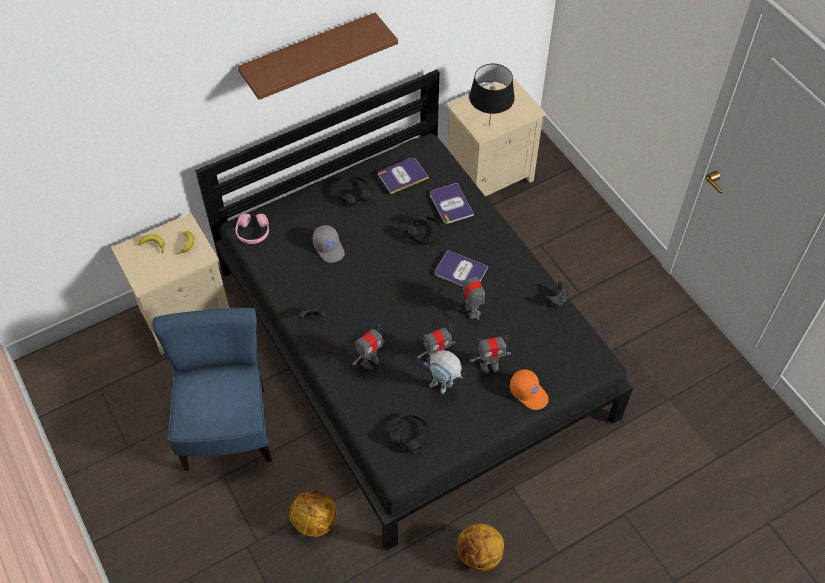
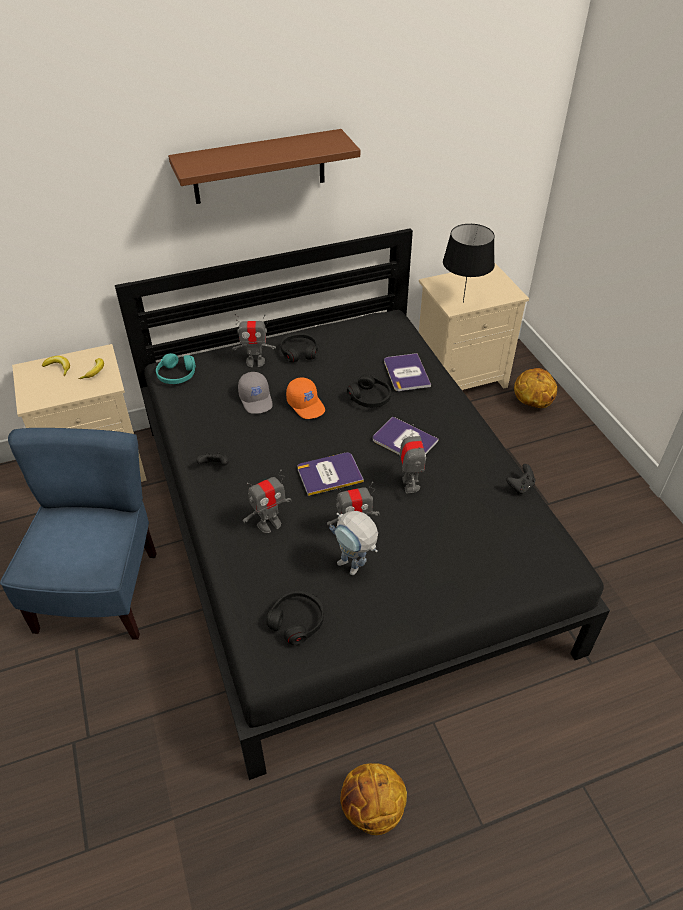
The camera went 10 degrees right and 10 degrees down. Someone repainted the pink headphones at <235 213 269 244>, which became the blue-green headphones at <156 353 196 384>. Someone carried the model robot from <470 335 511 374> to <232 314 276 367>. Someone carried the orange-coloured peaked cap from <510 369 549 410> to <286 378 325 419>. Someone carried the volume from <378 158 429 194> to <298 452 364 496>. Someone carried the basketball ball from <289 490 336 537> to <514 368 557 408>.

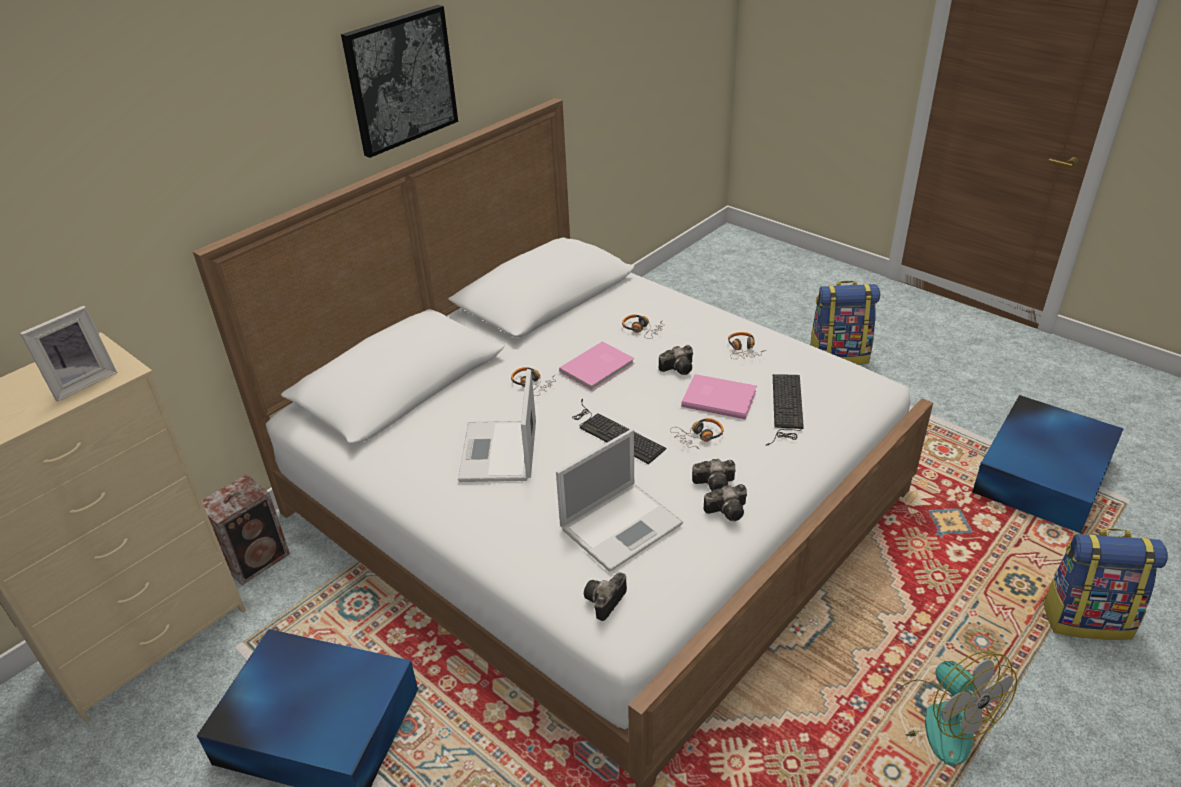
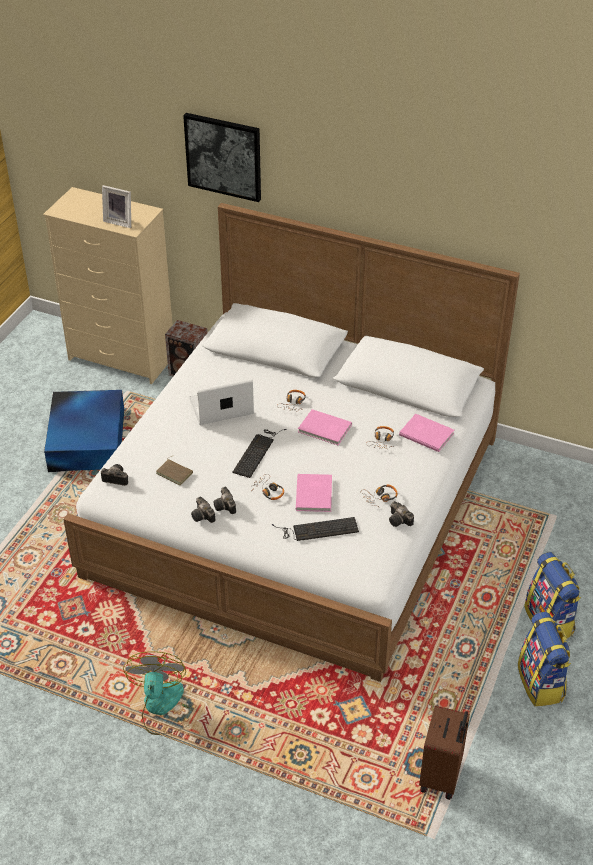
The camera went 70 degrees right and 5 degrees up. Someone rotated the electric fan at <884 652 1017 766> by 135 degrees clockwise. Someone swapped the laptop at <556 429 683 572> for the brownish volume at <156 456 193 485>. Someone carried the wall picture from <341 5 458 158> to <183 113 261 202>. Someone carried the photo camera from <659 345 693 375> to <389 501 414 527>. Someone put down the pink volume at <399 414 454 452>. Someone swapped the bluish storage bin at <972 395 1124 533> for the brownish travel case at <419 705 470 800>. Someone carried the backpack from <1043 528 1168 640> to <518 612 571 707>.

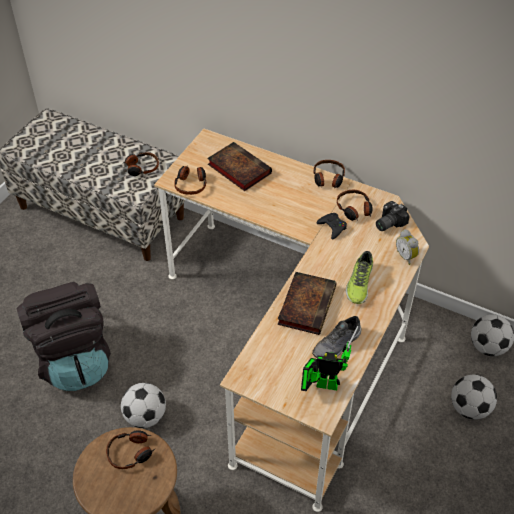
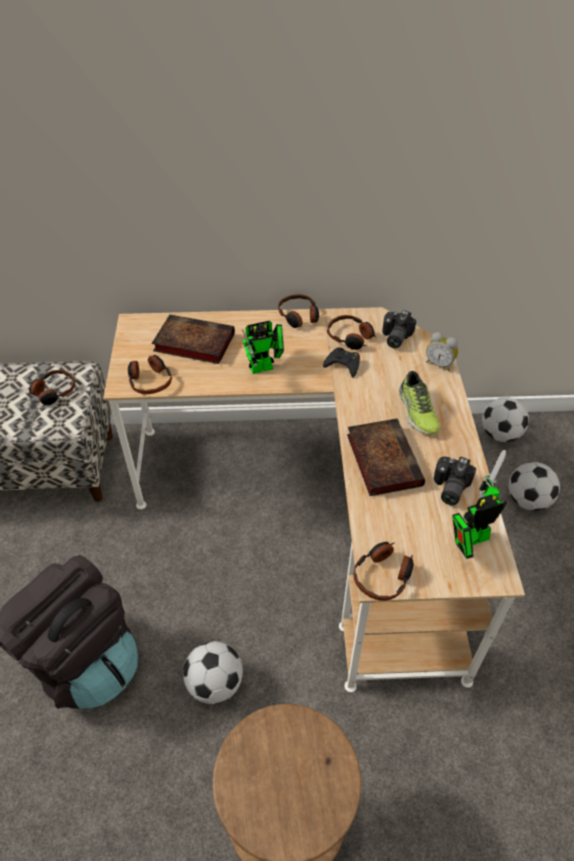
The camera went 30 degrees left and 0 degrees up. Someone put down the model robot at <242 321 284 374>. Someone carried the headphones from <106 430 156 469> to <354 542 414 601>. Someone swapped the grey low shoe at <312 316 362 358> for the photo camera at <434 456 476 505>.

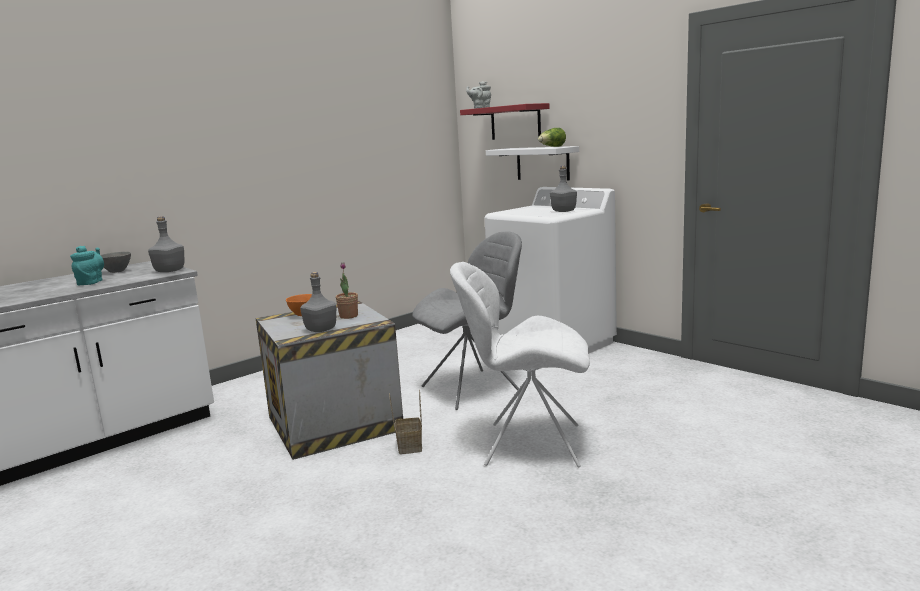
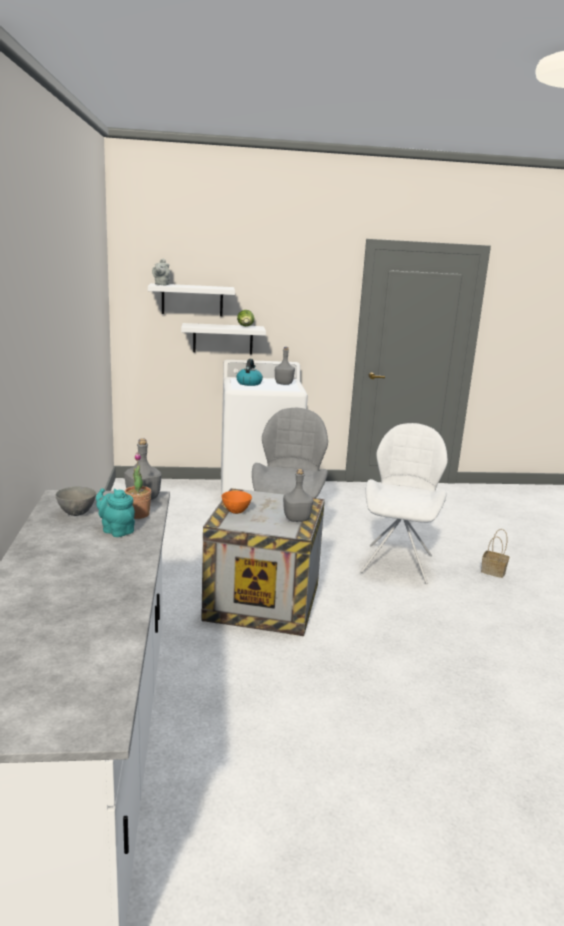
The camera went 55 degrees left and 5 degrees up. Someone carried the houseplant from <336 262 358 319> to <125 453 151 519>. Someone repainted the red-coloured shelf at <460 103 550 140>, which became the white-coloured shelf at <148 283 235 316>. Someone put down the kettle at <236 359 263 386>. Someone rotated the white-coloured plain chair at <450 262 590 468> by 150 degrees clockwise. Someone carried the household basket from <389 390 422 454> to <481 529 509 578>.

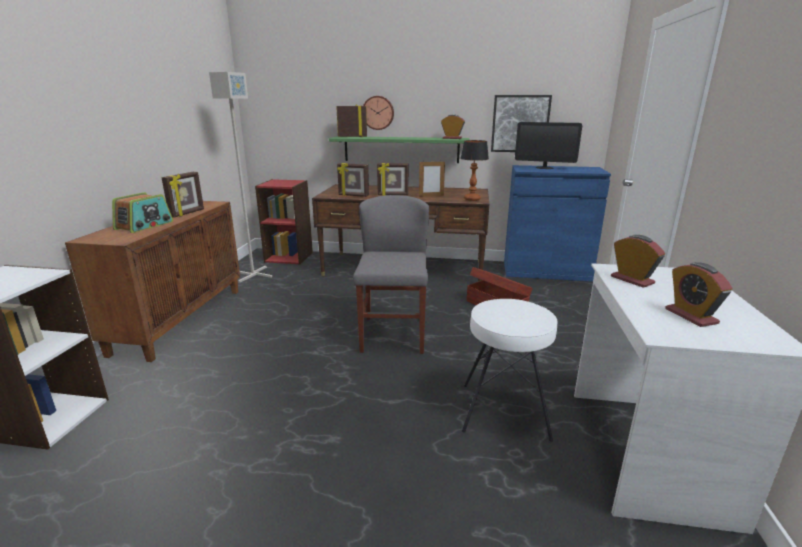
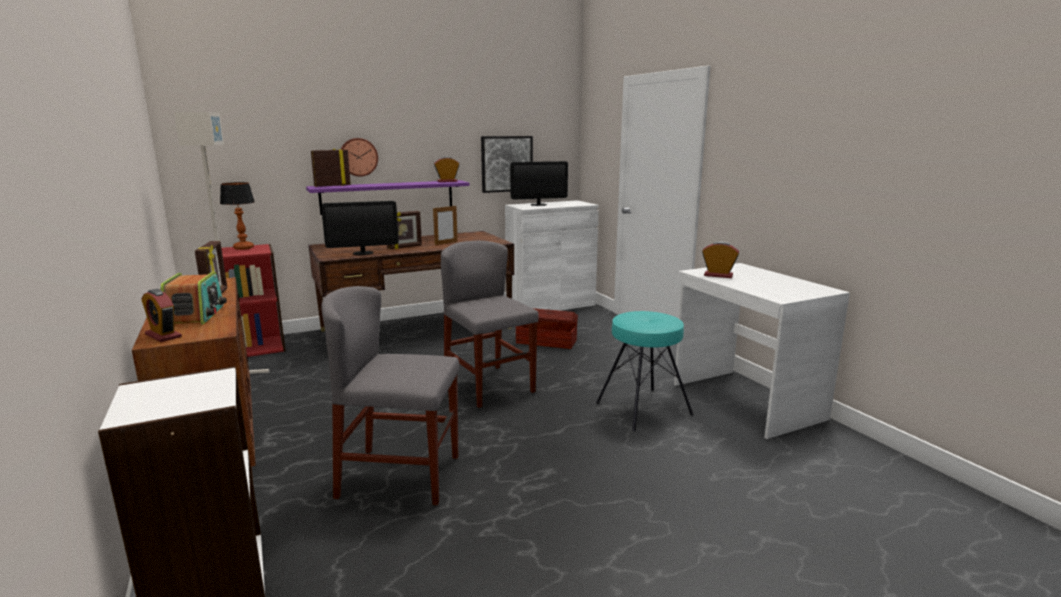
The camera went 35 degrees left and 5 degrees down. Someone carried the table clock from <665 262 733 327> to <142 289 182 342>. Someone carried the lamp for a table from <460 140 489 201> to <220 182 255 250>. Someone repainted the greenish shelf at <329 136 469 163>, which became the purplish shelf at <306 180 470 215>. Someone swapped the picture frame at <337 163 369 197> for the monitor at <321 201 398 255>. Someone put down the grey plain chair at <321 286 460 505>. Someone repainted the bluish cabinet at <504 165 611 282>, which became the white-coloured cabinet at <505 200 599 311>. Someone repainted the white-coloured sitting stool at <462 299 558 442>, which became the blue-green sitting stool at <596 311 693 431>.

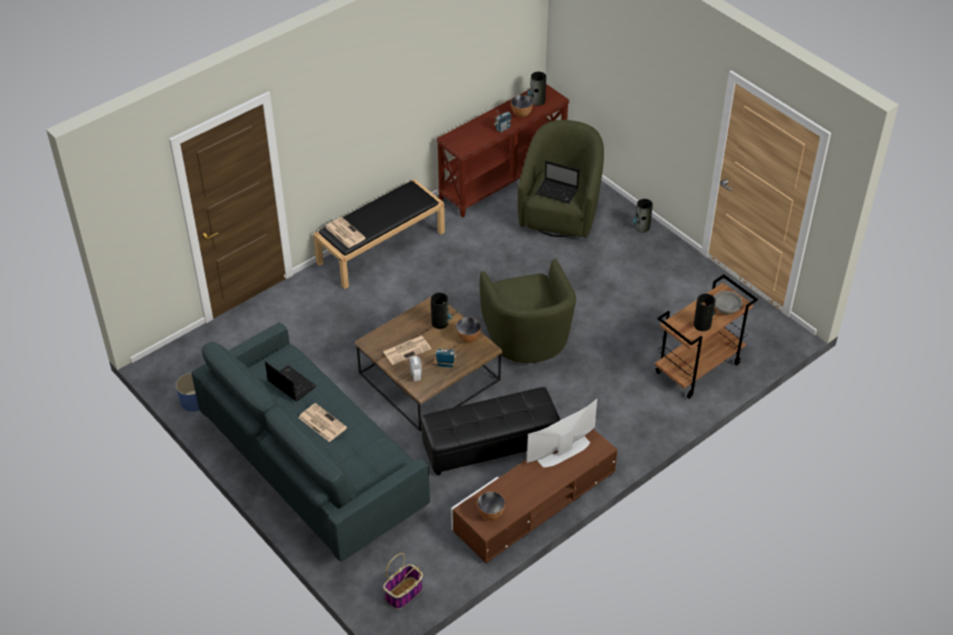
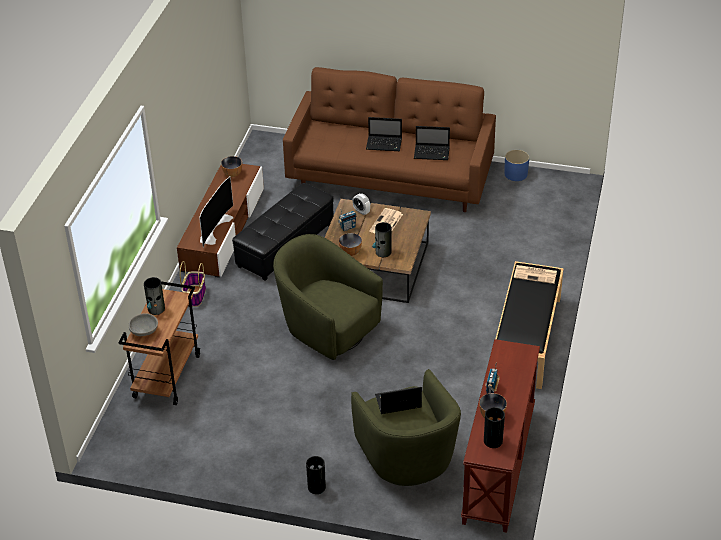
The camera went 145 degrees right and 5 degrees down. Someone carried the household basket from <383 553 423 609> to <180 261 206 307>. Someone repainted the grey settee at <191 323 430 562>, which became the brownish settee at <283 67 496 212>. Someone swapped the printed paper at <299 403 347 442> for the laptop at <366 117 402 151>.

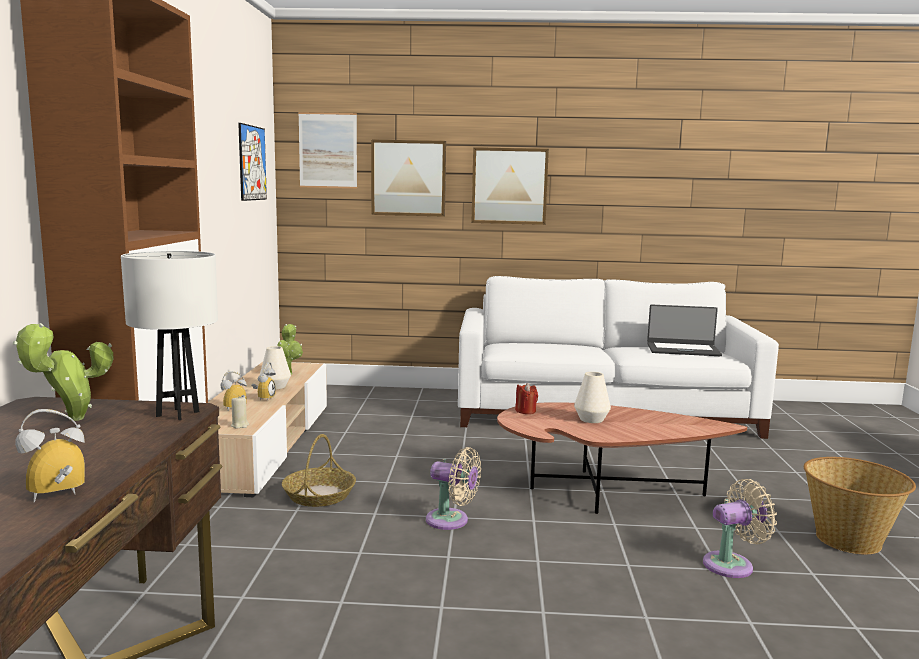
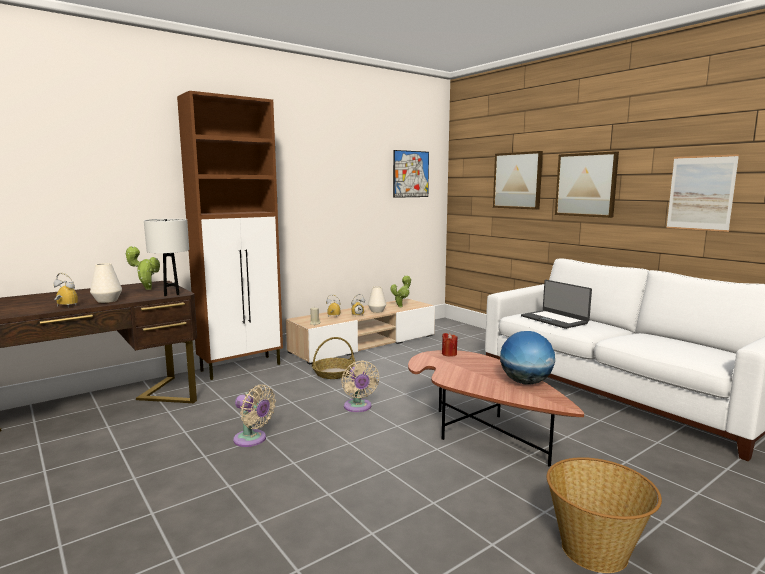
The camera went 50 degrees right and 0 degrees up. Someone carried the white-coloured decorative vase from <574 372 611 423> to <90 263 122 303>. Someone carried the beige electric fan from <703 479 777 578> to <233 385 276 447>. Someone put down the world globe at <500 331 555 384>. Someone carried the laptop from <647 305 722 356> to <521 280 592 329>. Someone carried the wall picture from <298 112 357 188> to <666 154 739 232>.

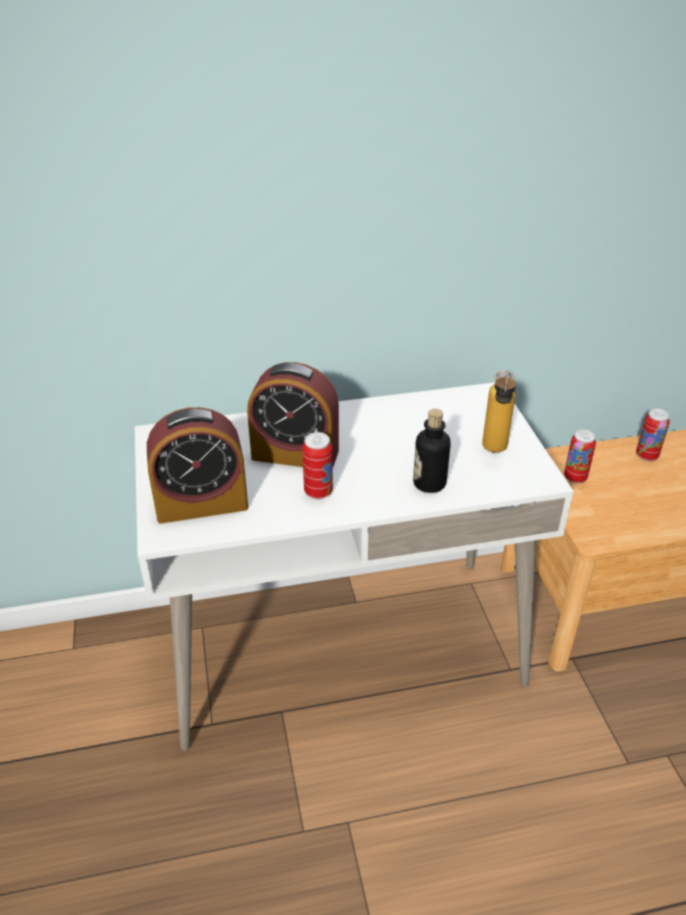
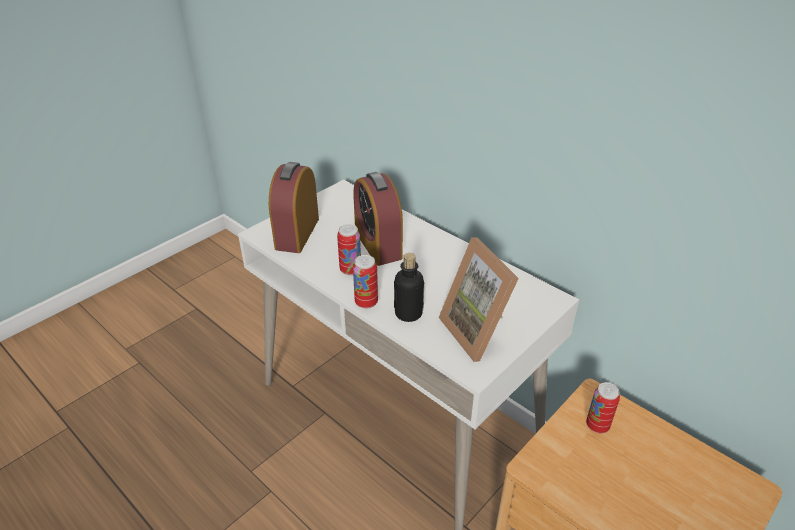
The camera went 55 degrees right and 0 degrees up. Someone rotated the table clock at <147 407 248 524> by 60 degrees clockwise. Someone carried the sealed can from <636 408 670 461> to <353 255 378 309>. Someone swapped the beverage bottle at <482 370 516 453> for the picture frame at <439 237 519 362>.

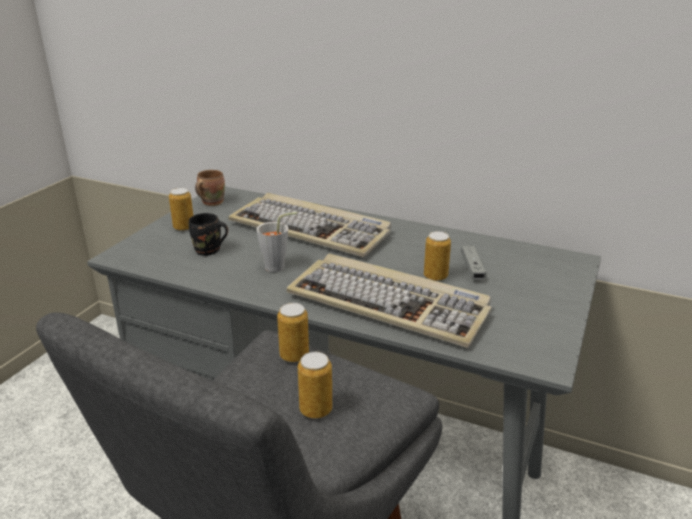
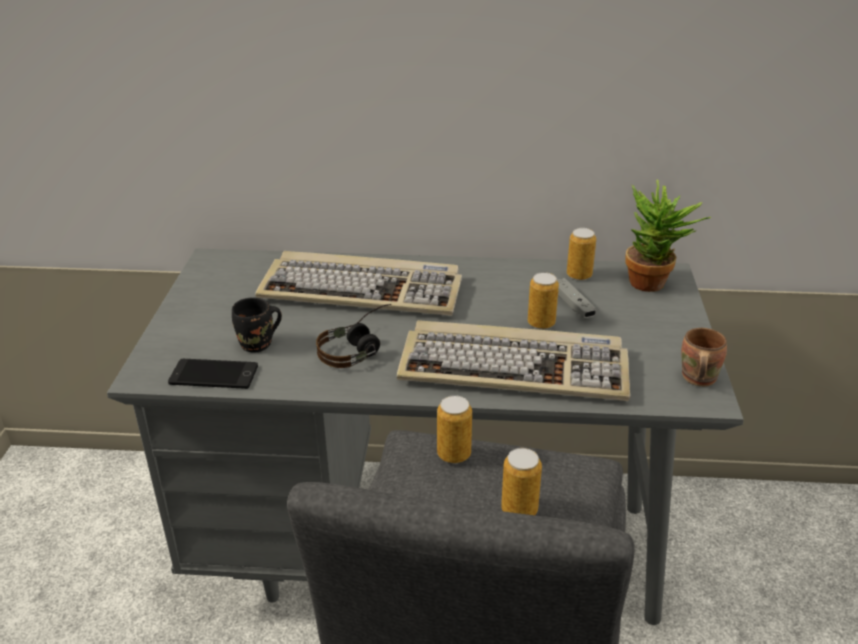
The camera went 20 degrees left and 5 degrees up. Someone put down the phone at <168 359 258 389>. Someone swapped the grey small cup at <257 212 297 272> for the headphones at <316 304 391 368>. Someone carried the sealed can from <169 188 193 231> to <567 228 596 281>. Someone put down the houseplant at <625 179 711 292>. Someone carried the brownish tea mug from <195 170 225 206> to <682 328 727 386>.

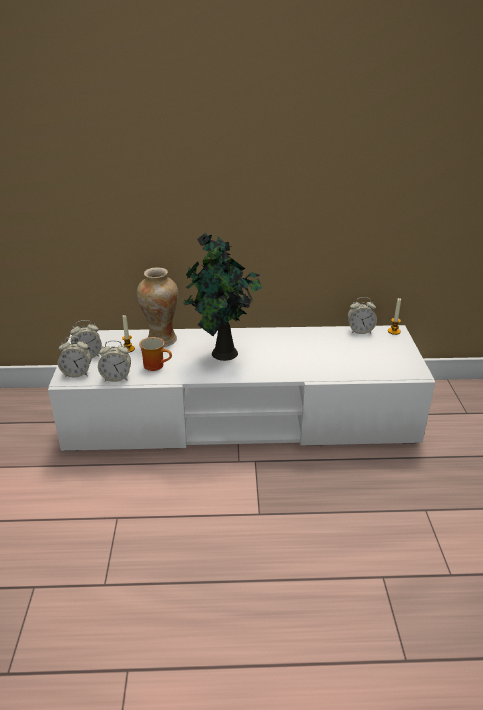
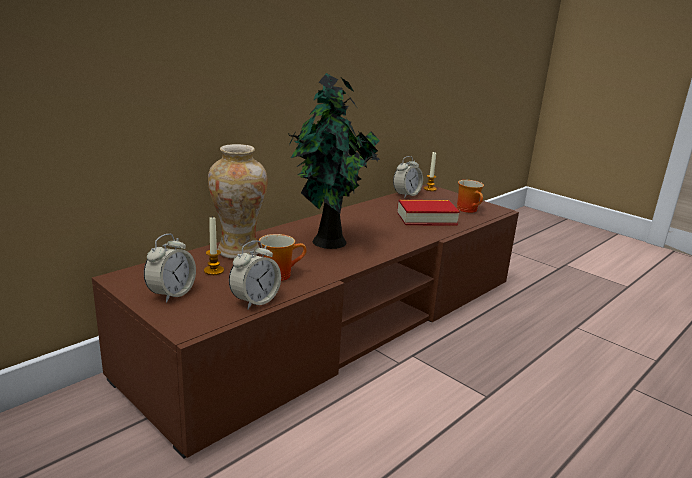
The camera went 45 degrees left and 10 degrees down. Someone repainted the white-coloured tv stand at <48 325 435 451>, which became the brownish tv stand at <92 184 519 459>. Someone put down the volume at <397 200 460 225>. Someone put down the tea mug at <457 180 484 213>. Someone took away the table clock at <58 336 91 378>.

